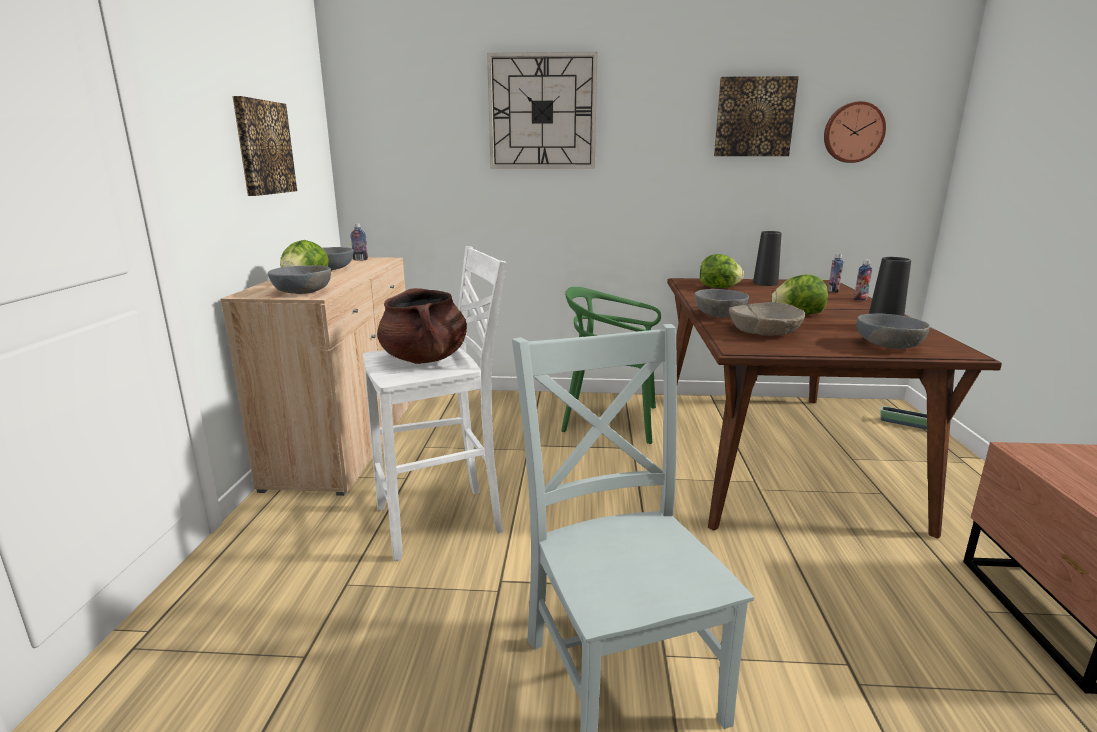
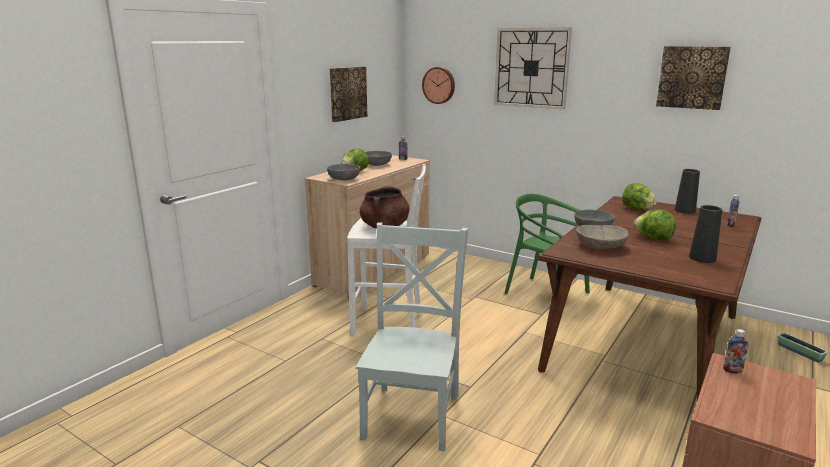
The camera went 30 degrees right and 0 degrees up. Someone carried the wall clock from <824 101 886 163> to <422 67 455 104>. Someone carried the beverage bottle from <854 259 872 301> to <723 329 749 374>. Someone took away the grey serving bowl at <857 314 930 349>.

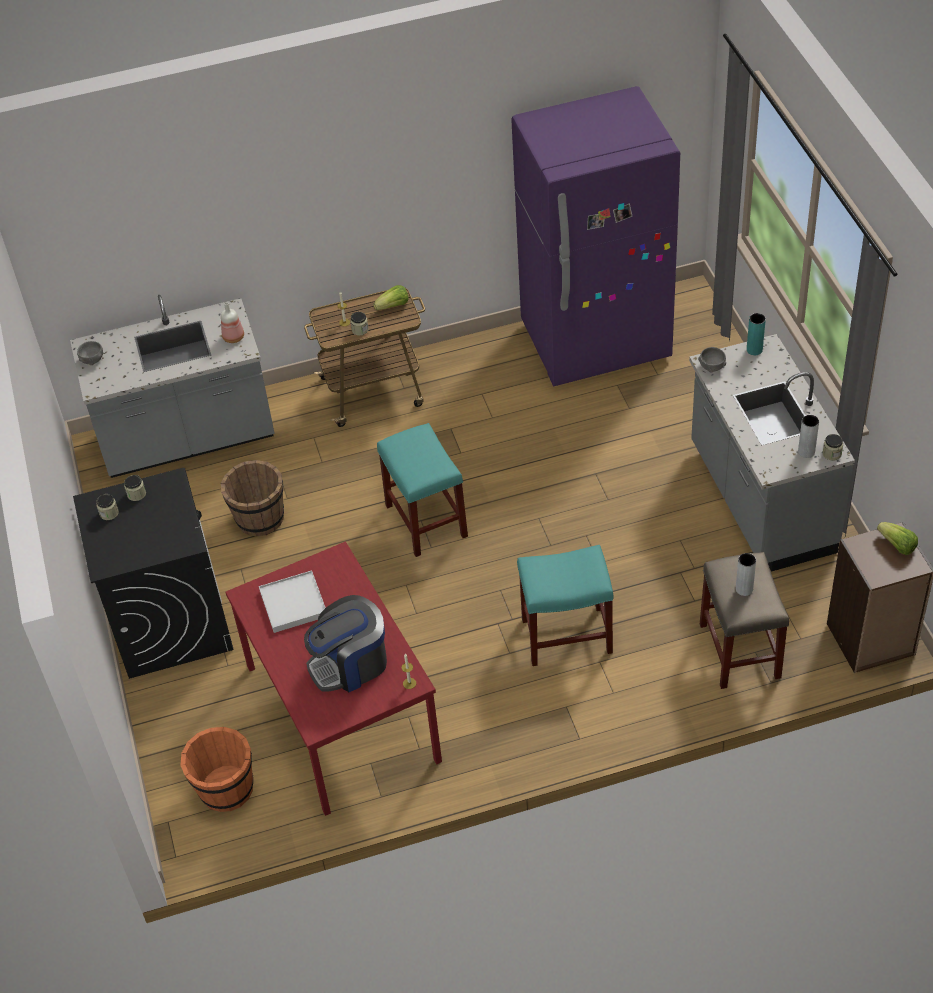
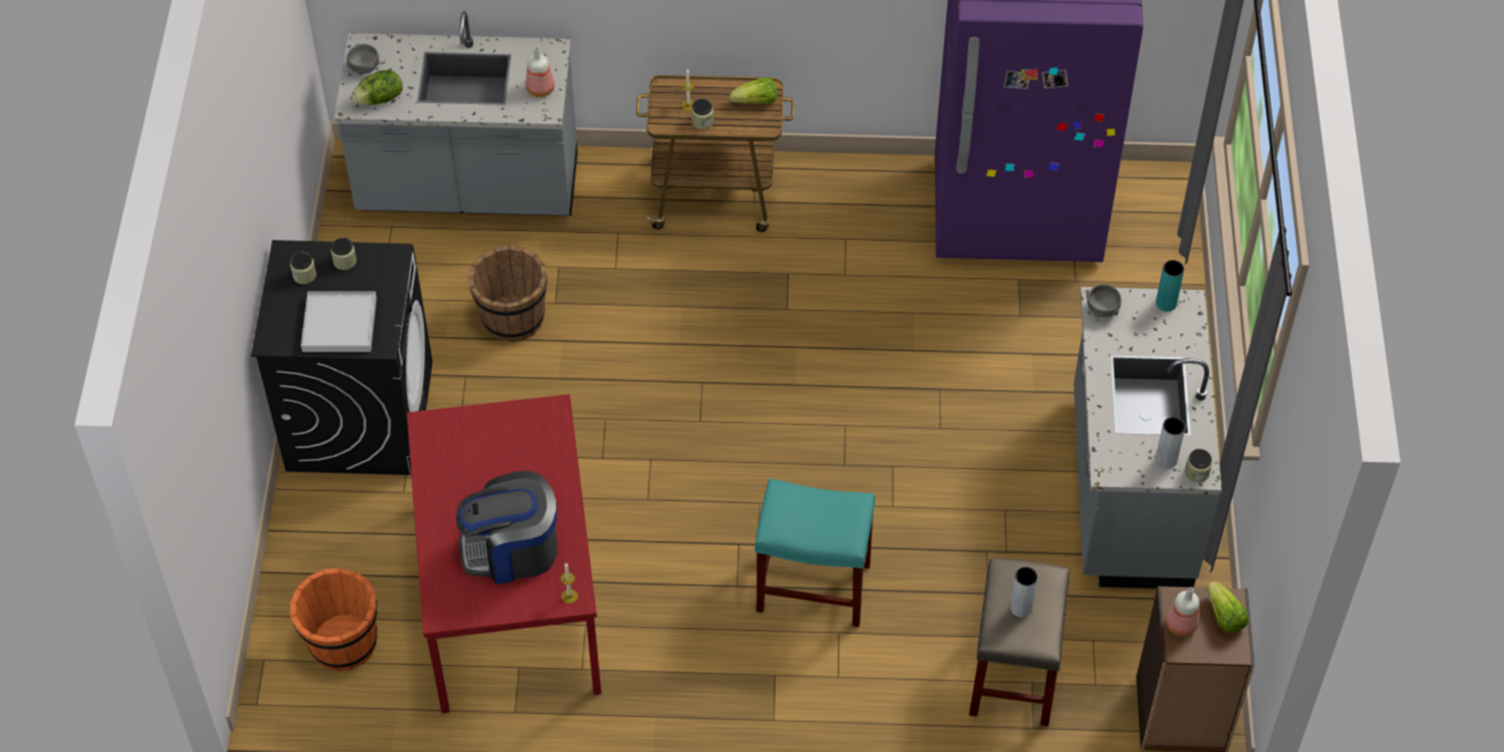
The camera went 15 degrees right and 5 degrees up. Someone carried the white-coloured tray from <259 570 326 633> to <301 291 377 352>. Someone put down the lettuce head at <351 70 403 105>. Someone put down the beverage bottle at <1166 587 1199 636>. Someone took away the blue-green sitting stool at <377 423 468 557>.

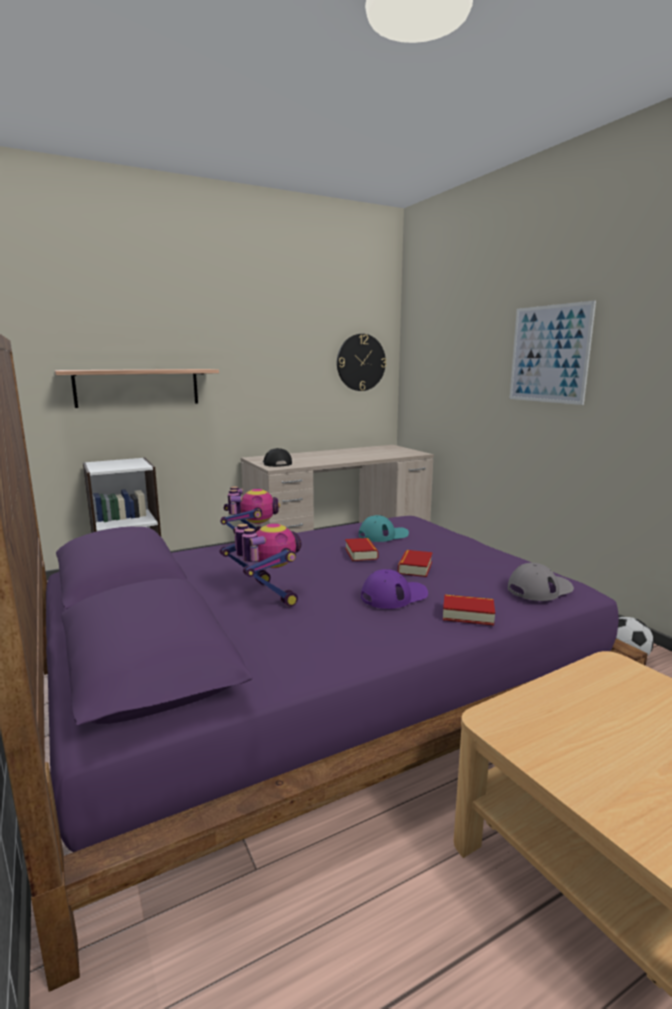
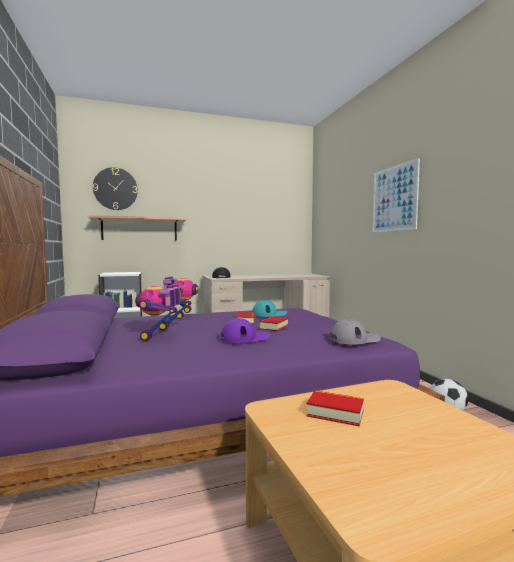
The camera went 10 degrees right and 10 degrees down. Someone carried the wall clock from <337 334 386 391> to <93 167 138 210>. Someone rotated the model robot at <219 523 301 607> by 150 degrees counterclockwise. Someone carried the volume from <443 595 495 626> to <306 390 364 427>.

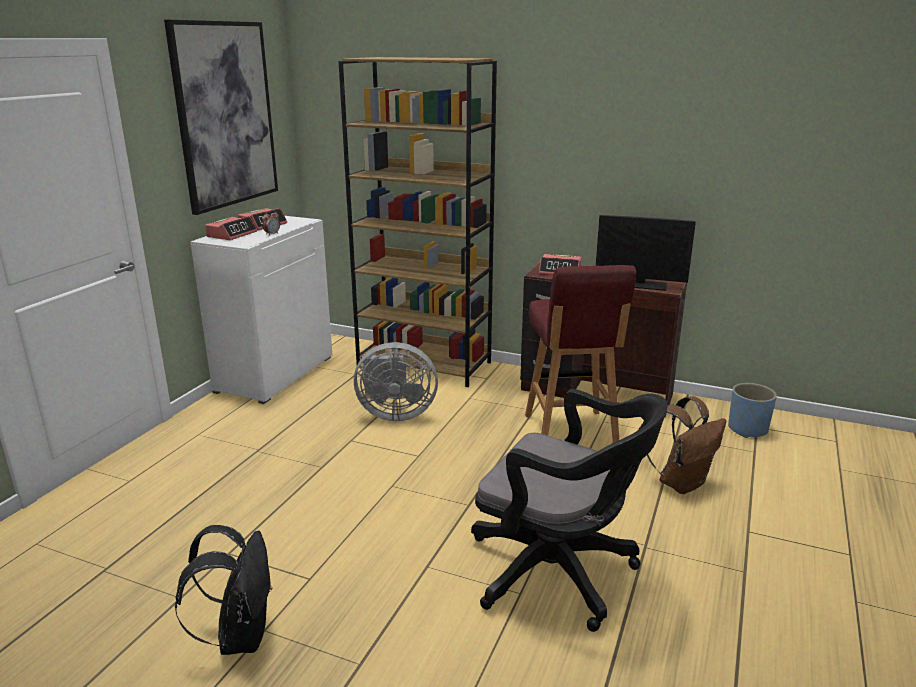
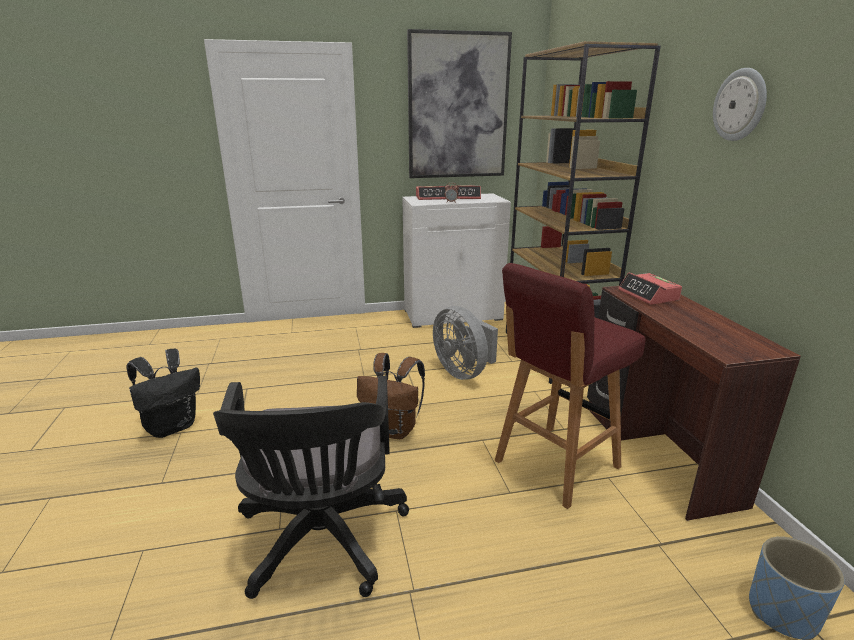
The camera went 55 degrees right and 0 degrees up. Someone carried the brownish backpack from <647 396 727 494> to <357 353 425 439>. Someone put up the wall clock at <713 68 767 141>. Someone took away the monitor at <596 215 696 291>.

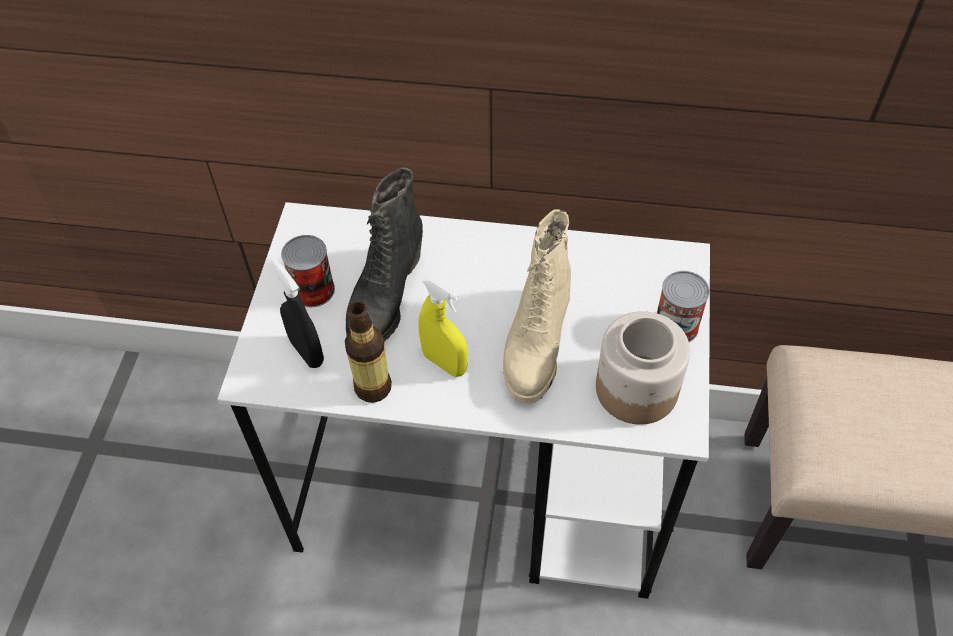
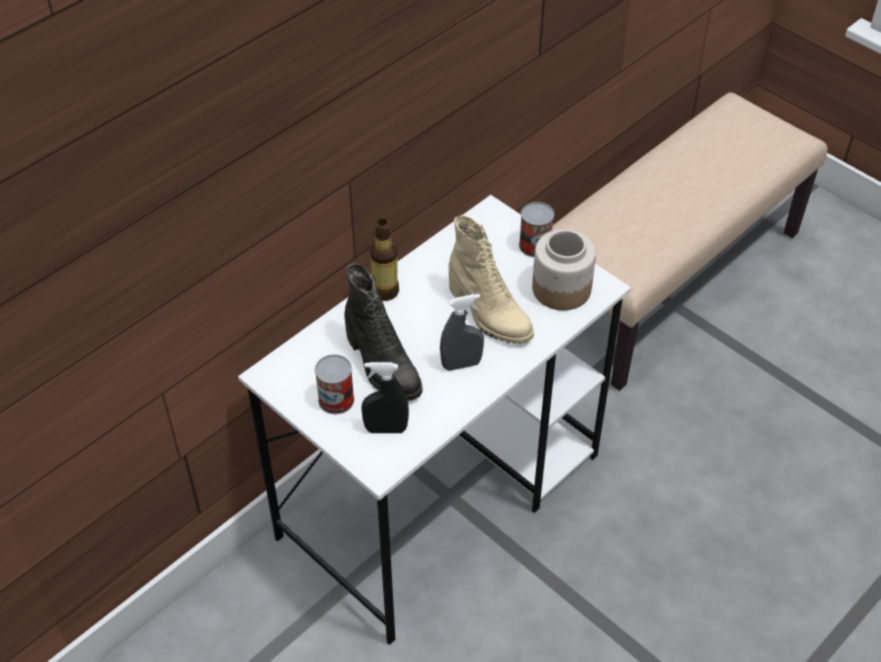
The camera went 55 degrees left and 5 degrees down. Someone carried the beverage bottle from <345 302 392 403> to <370 218 399 301>. Someone repainted the yellow sprayer at <418 277 468 377>, which became the grey sprayer at <440 294 484 371>.

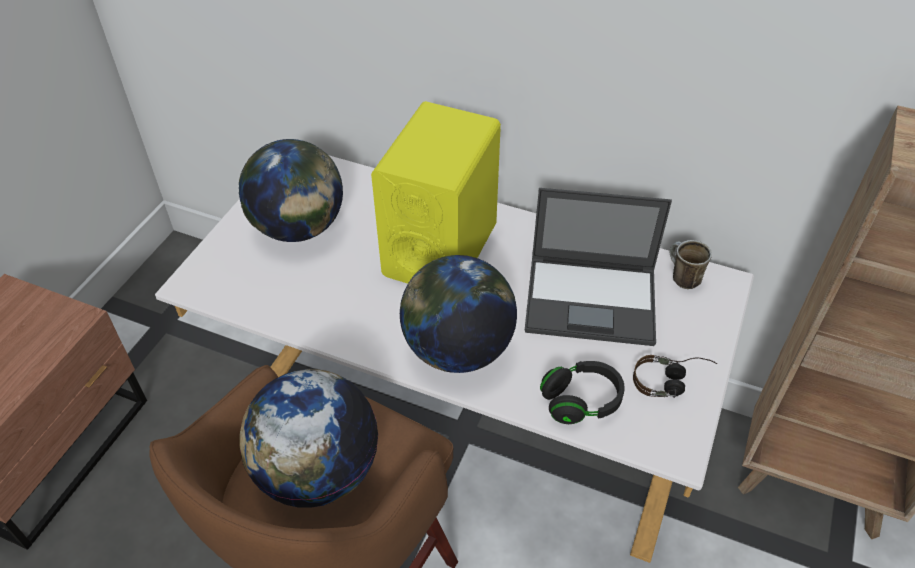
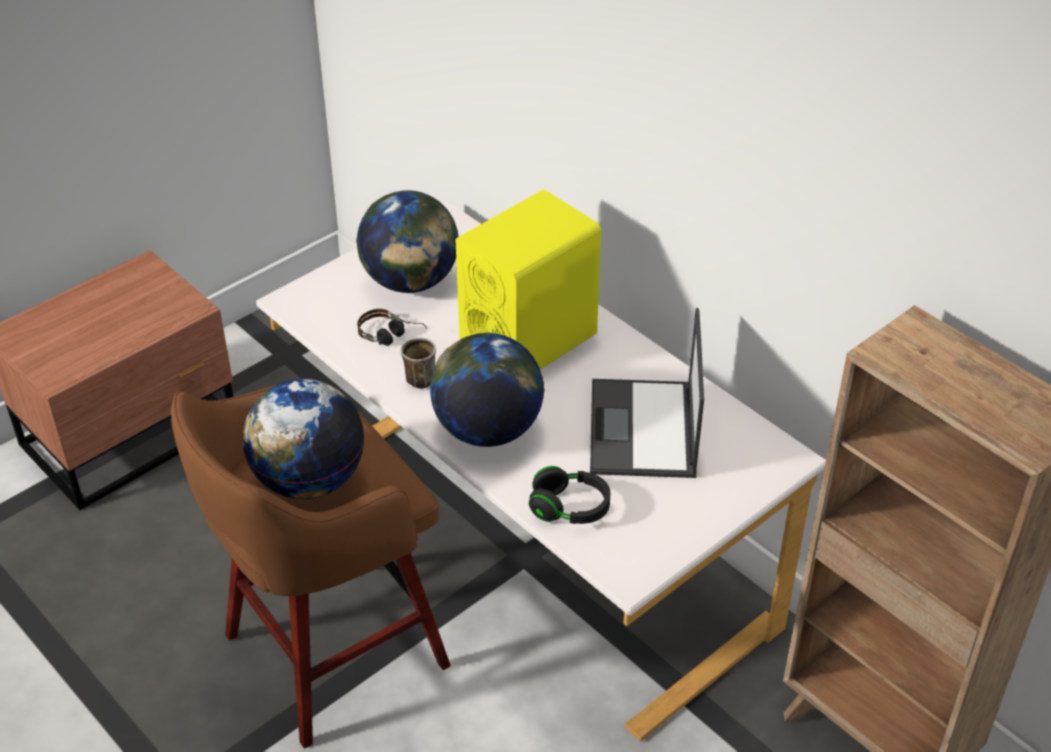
The camera went 25 degrees right and 5 degrees down. Someone carried the headphones from <633 355 717 398> to <357 309 427 346>. Someone carried the tea mug from <670 240 712 289> to <401 337 436 389>. Someone rotated the laptop at <525 188 672 346> by 60 degrees clockwise.

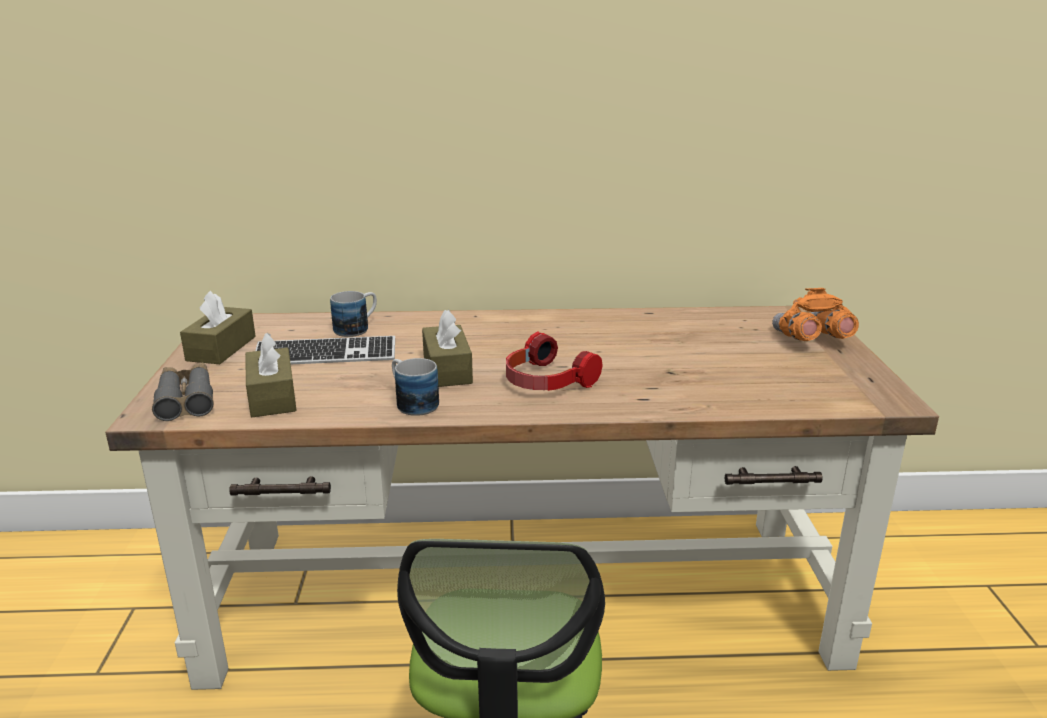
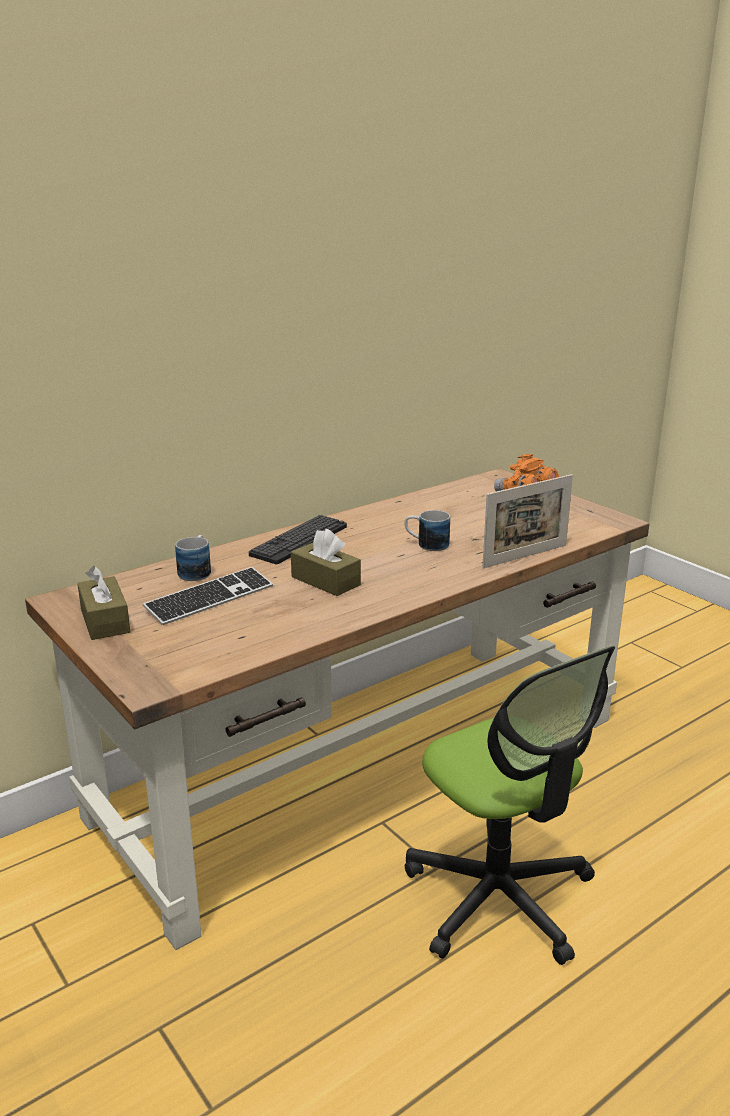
The camera went 35 degrees left and 0 degrees up. Someone put down the keyboard at <249 515 347 564>. Someone carried the tea mug from <392 358 439 416> to <405 510 450 551>. Someone put down the picture frame at <482 474 573 568>. Someone took away the grey binoculars at <152 363 214 421>. Someone took away the brownish box of tissues at <245 333 297 417>. Someone took away the headphones at <506 331 603 391>.

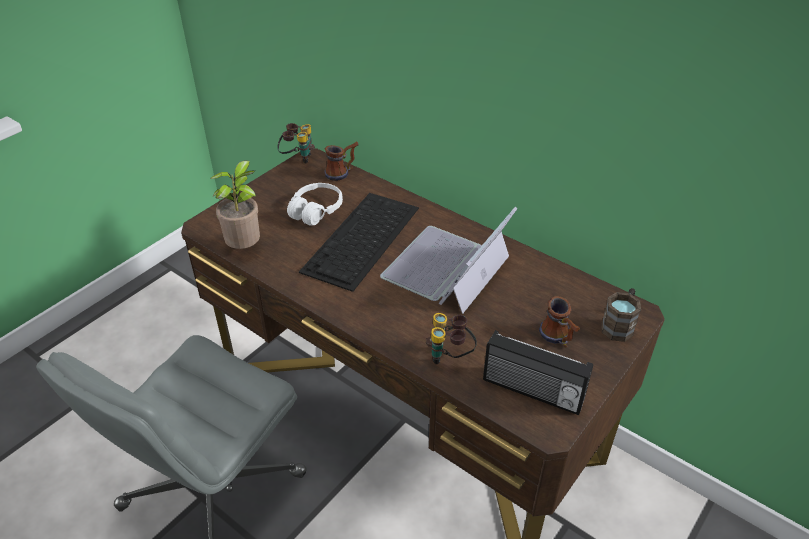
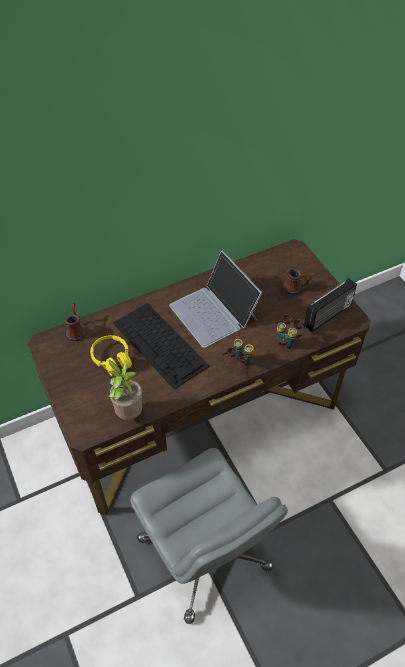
The camera went 65 degrees left and 10 degrees up. Someone repainted the white-coloured headphones at <287 183 343 226>, which became the yellow headphones at <90 335 132 376>. Someone carried the binoculars from <277 123 315 164> to <223 339 254 374>. Someone took away the brownish tea mug at <601 288 641 342>.

